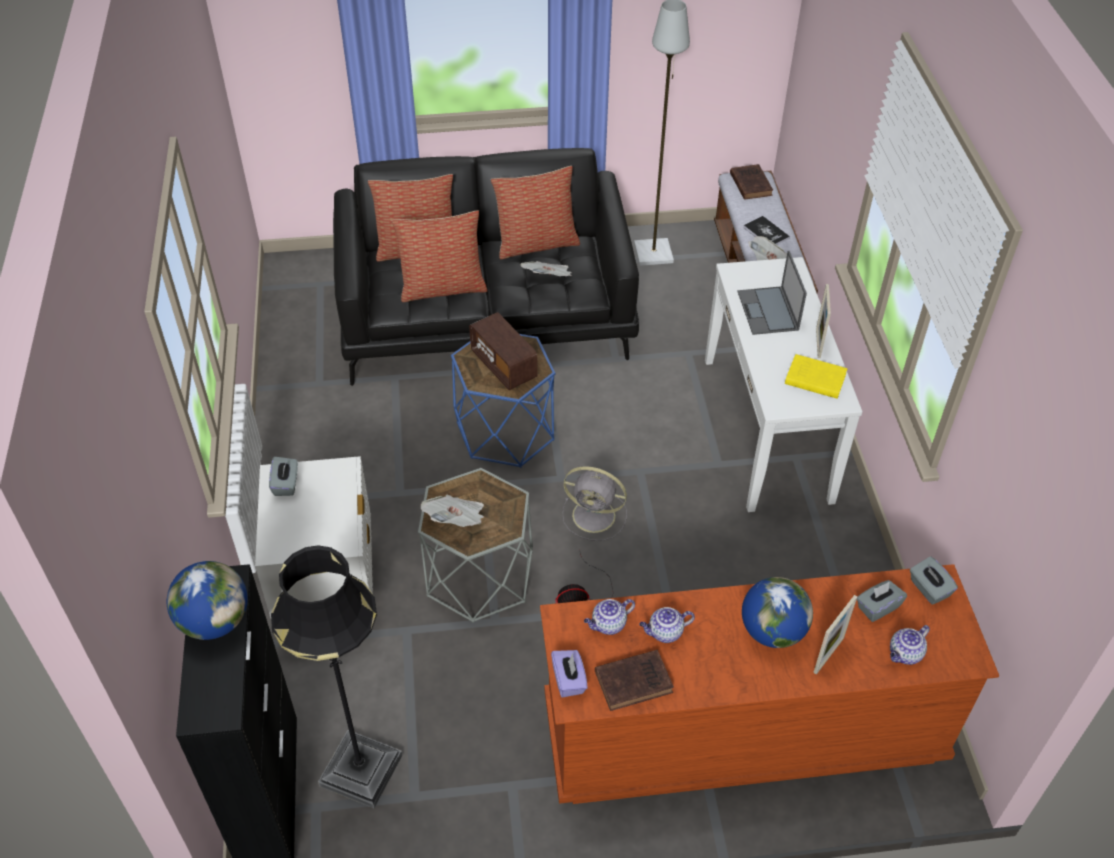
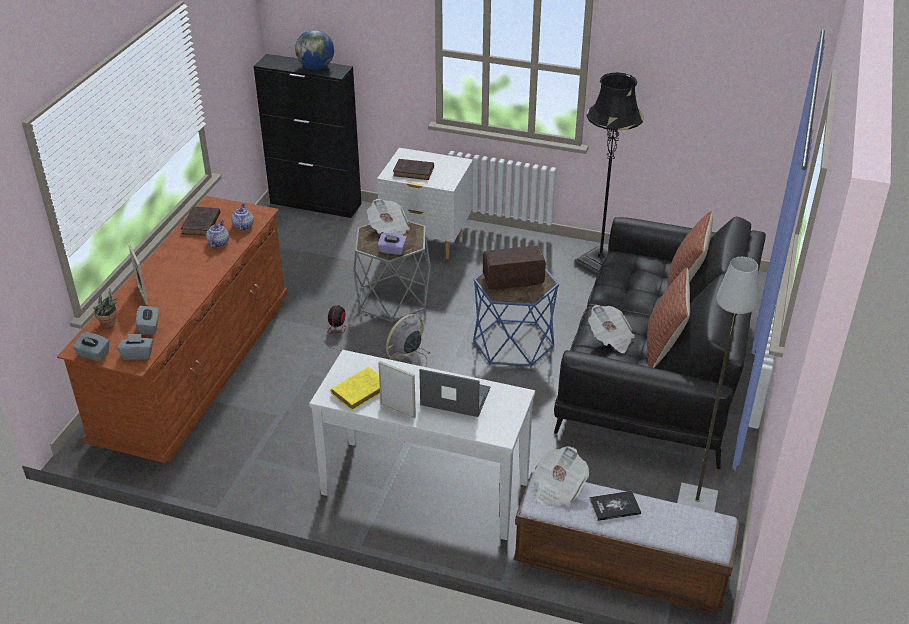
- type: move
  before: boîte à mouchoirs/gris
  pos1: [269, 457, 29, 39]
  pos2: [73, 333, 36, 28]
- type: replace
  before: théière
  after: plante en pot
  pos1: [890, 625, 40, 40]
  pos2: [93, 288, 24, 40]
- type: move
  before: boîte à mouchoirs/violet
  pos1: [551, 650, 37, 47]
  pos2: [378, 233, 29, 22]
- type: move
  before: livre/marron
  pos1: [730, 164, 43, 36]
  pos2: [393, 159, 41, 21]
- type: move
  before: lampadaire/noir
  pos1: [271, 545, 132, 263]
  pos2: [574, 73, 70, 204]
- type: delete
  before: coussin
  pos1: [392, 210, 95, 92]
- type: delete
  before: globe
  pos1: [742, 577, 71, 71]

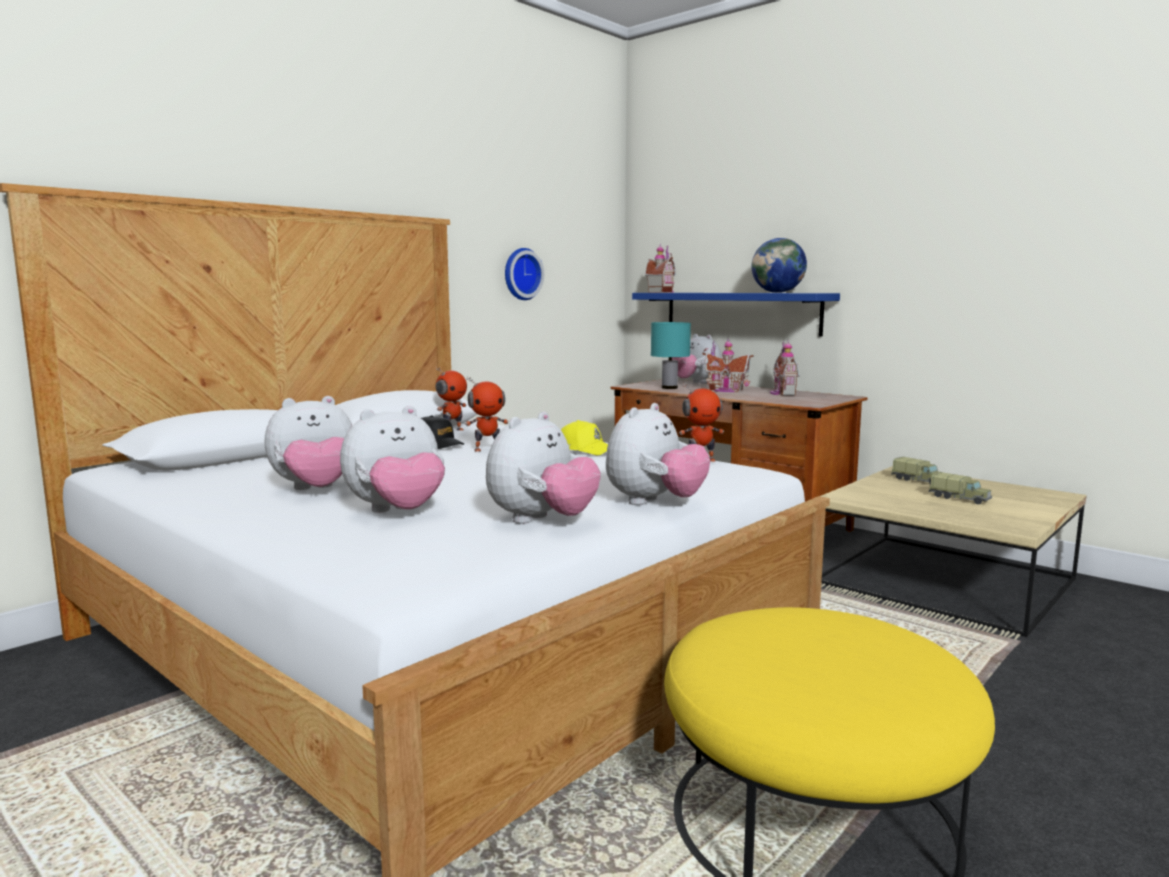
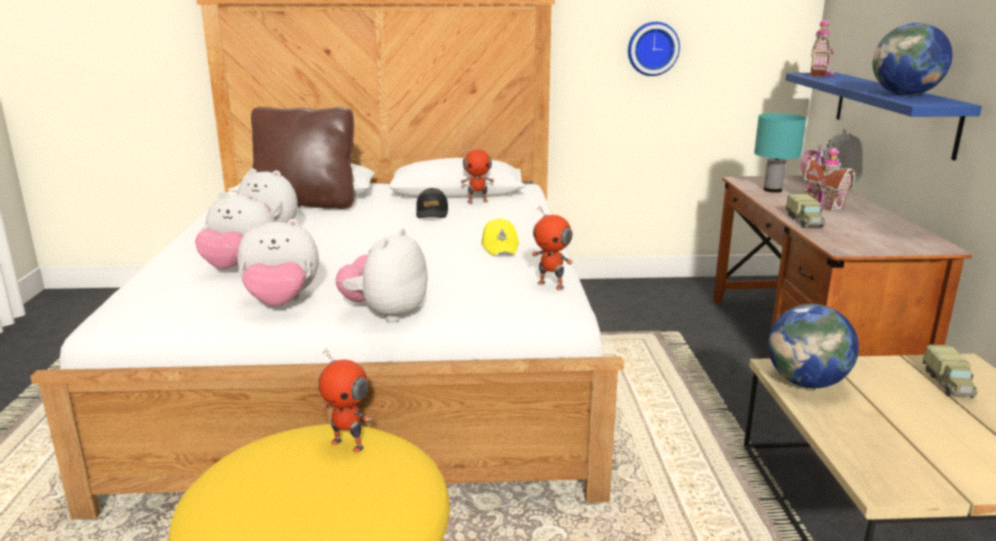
- type: insert
  after: coussin/marron
  pos2: [251, 107, 103, 102]
- type: move
  before: robot jouet
  pos1: [465, 376, 44, 76]
  pos2: [318, 348, 53, 105]
- type: rotate
  before: peluche
  pos1: [606, 403, 104, 102]
  pos2: [336, 228, 92, 94]
  turn: 120
- type: insert
  after: globe
  pos2: [768, 304, 91, 84]
- type: move
  before: camion jouet
  pos1: [929, 472, 63, 33]
  pos2: [786, 193, 39, 34]
- type: delete
  before: maison miniature
  pos1: [770, 341, 30, 54]

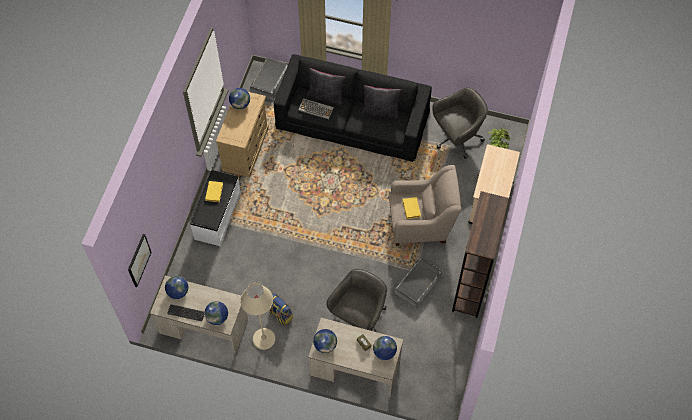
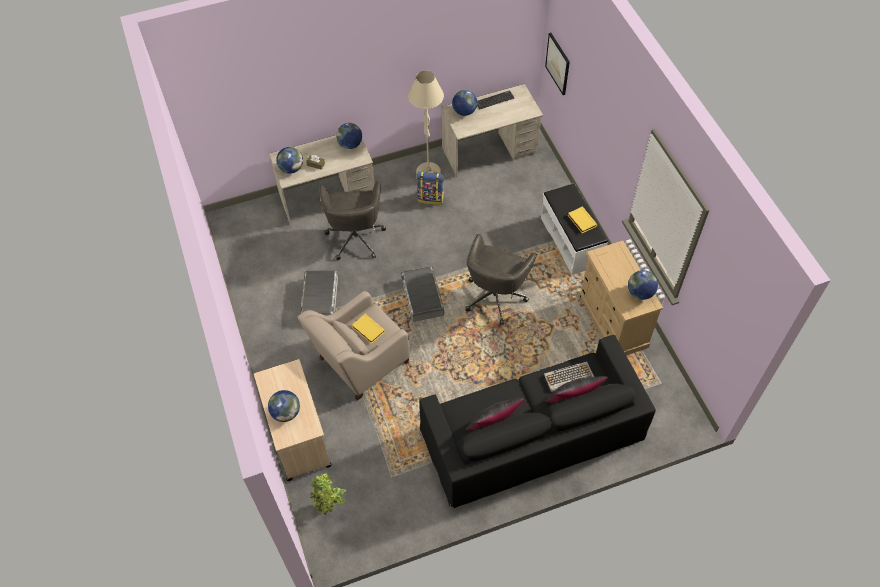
- type: move
  before: globe
  pos1: [165, 276, 23, 23]
  pos2: [268, 390, 32, 32]
- type: move
  before: boîte de rangement/gris
  pos1: [250, 58, 38, 42]
  pos2: [401, 266, 43, 56]
- type: move
  before: chaise de bureau/gris
  pos1: [432, 87, 56, 72]
  pos2: [465, 234, 72, 91]
- type: delete
  before: bibliothèque/marron
  pos1: [452, 191, 57, 127]

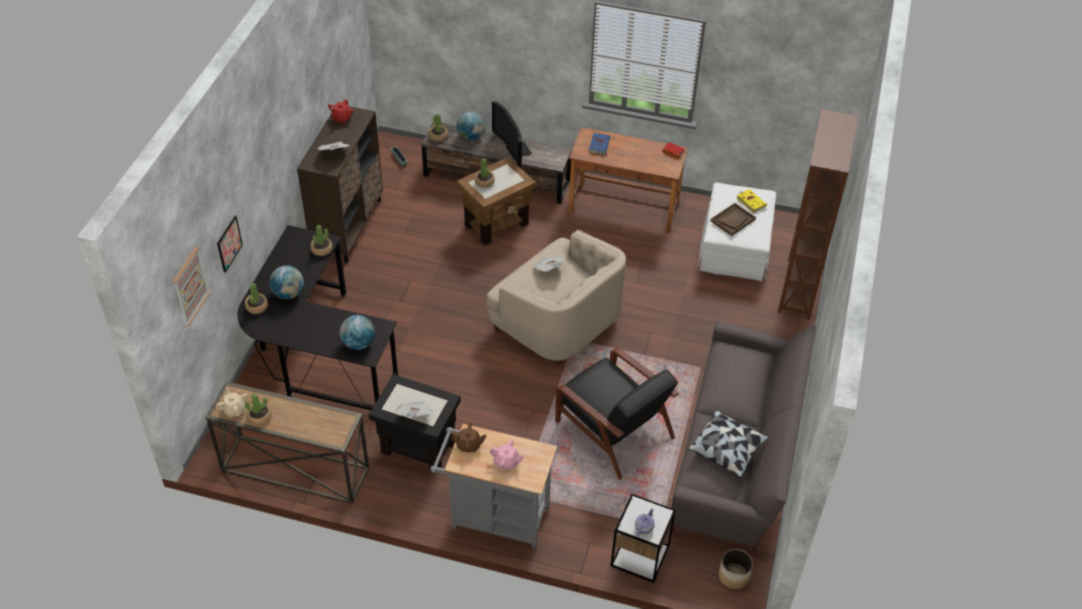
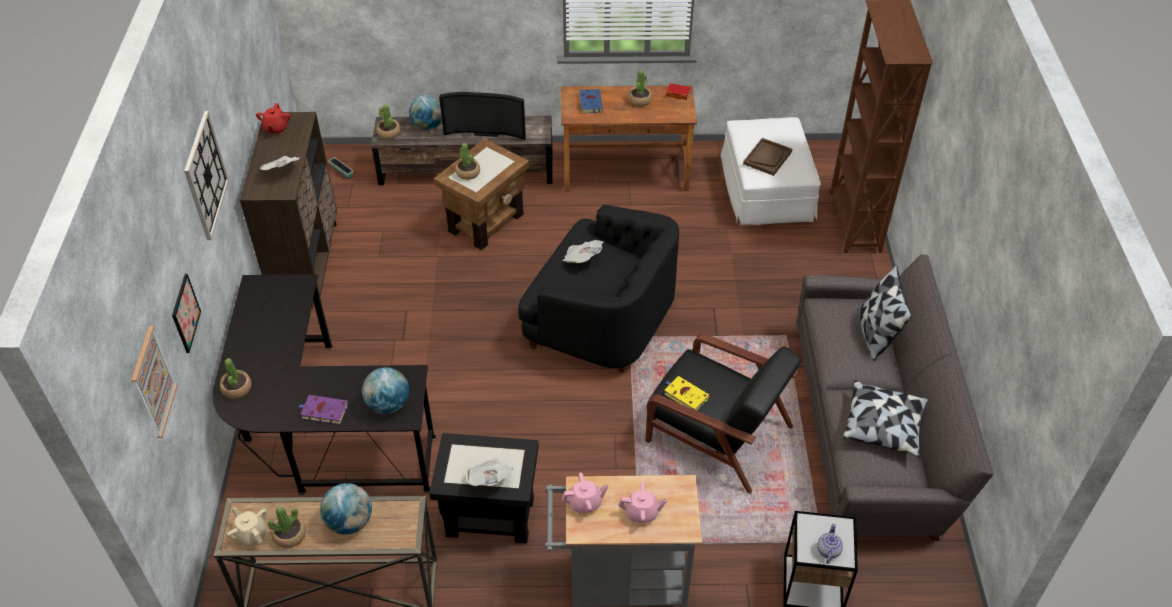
- type: insert
  after: horloge murale
  pos2: [184, 111, 45, 129]
- type: insert
  after: livre/violet
  pos2: [299, 395, 49, 29]
- type: move
  before: globe
  pos1: [269, 266, 35, 33]
  pos2: [320, 483, 52, 52]
- type: rotate
  before: téléviseur
  pos1: [492, 101, 40, 68]
  pos2: [439, 92, 87, 48]
  turn: -45
- type: recolor
  before: fauteuil/beige
  after: fauteuil/noir
  pos1: [487, 230, 139, 136]
  pos2: [518, 204, 161, 169]
- type: recolor
  before: théière/marron
  after: théière/rose
  pos1: [451, 422, 35, 30]
  pos2: [562, 472, 47, 42]
- type: move
  before: plante en pot
  pos1: [310, 225, 23, 31]
  pos2: [628, 70, 24, 36]
- type: move
  before: livre/jaune
  pos1: [737, 189, 30, 24]
  pos2: [664, 376, 46, 35]
- type: insert
  after: coussin
  pos2: [859, 265, 53, 96]
- type: delete
  before: cache-pot
  pos1: [719, 549, 34, 40]

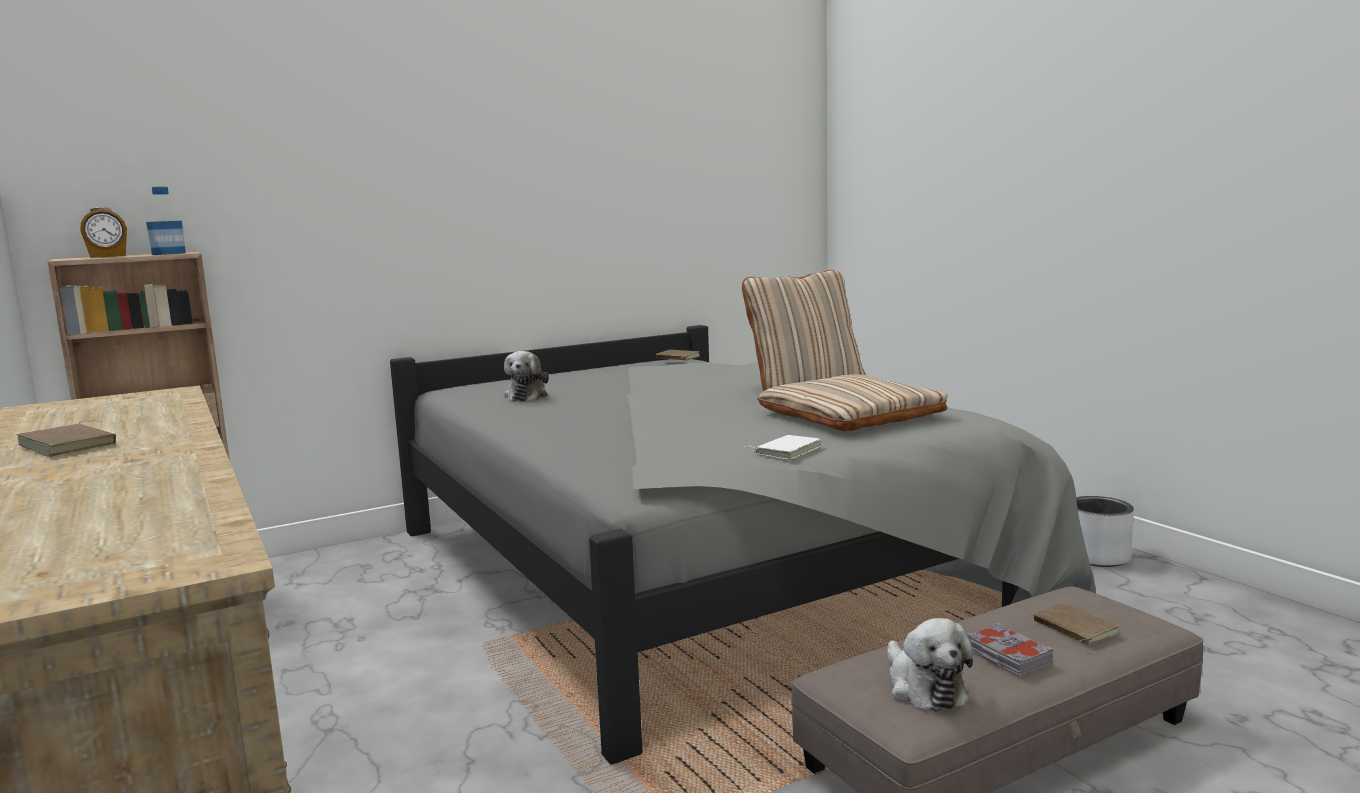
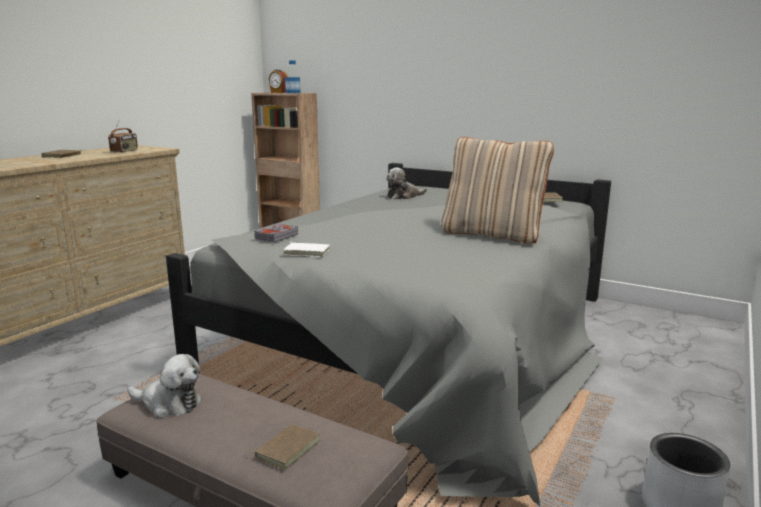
- type: insert
  after: radio
  pos2: [108, 118, 30, 35]
- type: rotate
  before: peluche
  pos1: [887, 618, 86, 94]
  pos2: [127, 354, 75, 64]
  turn: -120
- type: move
  before: livre/gris
  pos1: [967, 623, 87, 53]
  pos2: [254, 223, 44, 20]
- type: delete
  before: coussin/beige
  pos1: [757, 374, 190, 57]

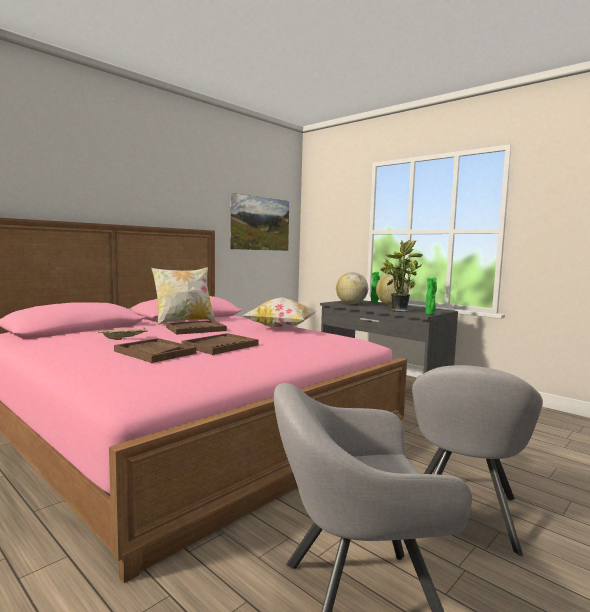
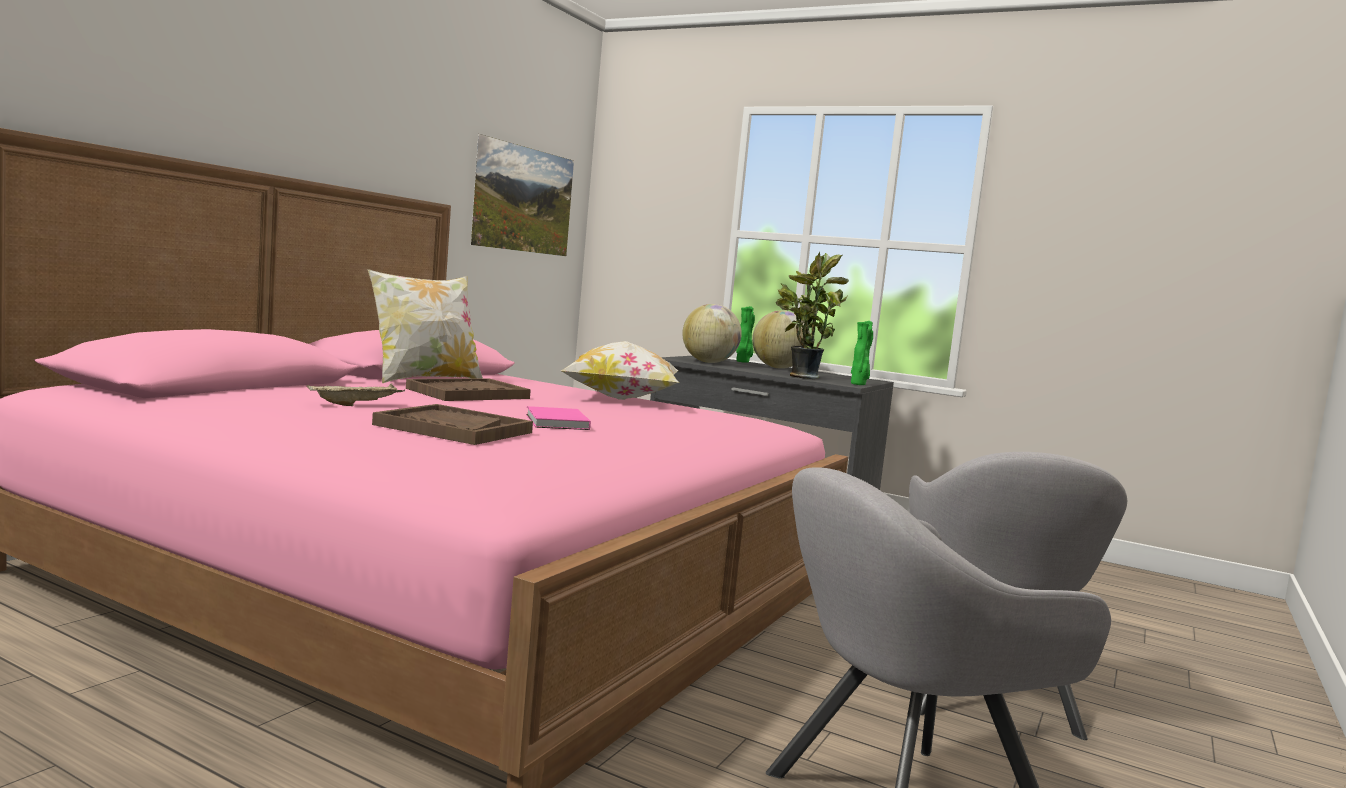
- type: replace
  before: plateau/marron
  after: livre/rose
  pos1: [182, 333, 76, 22]
  pos2: [526, 406, 65, 24]

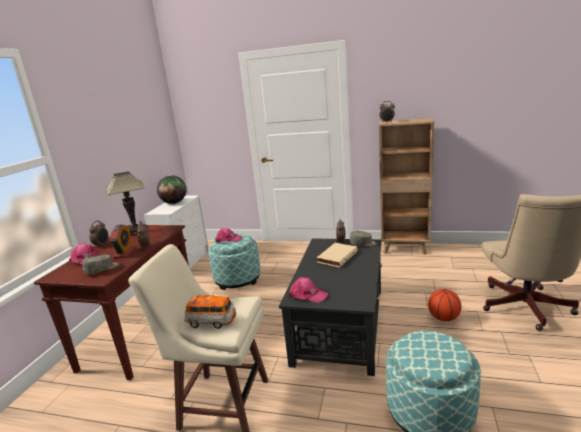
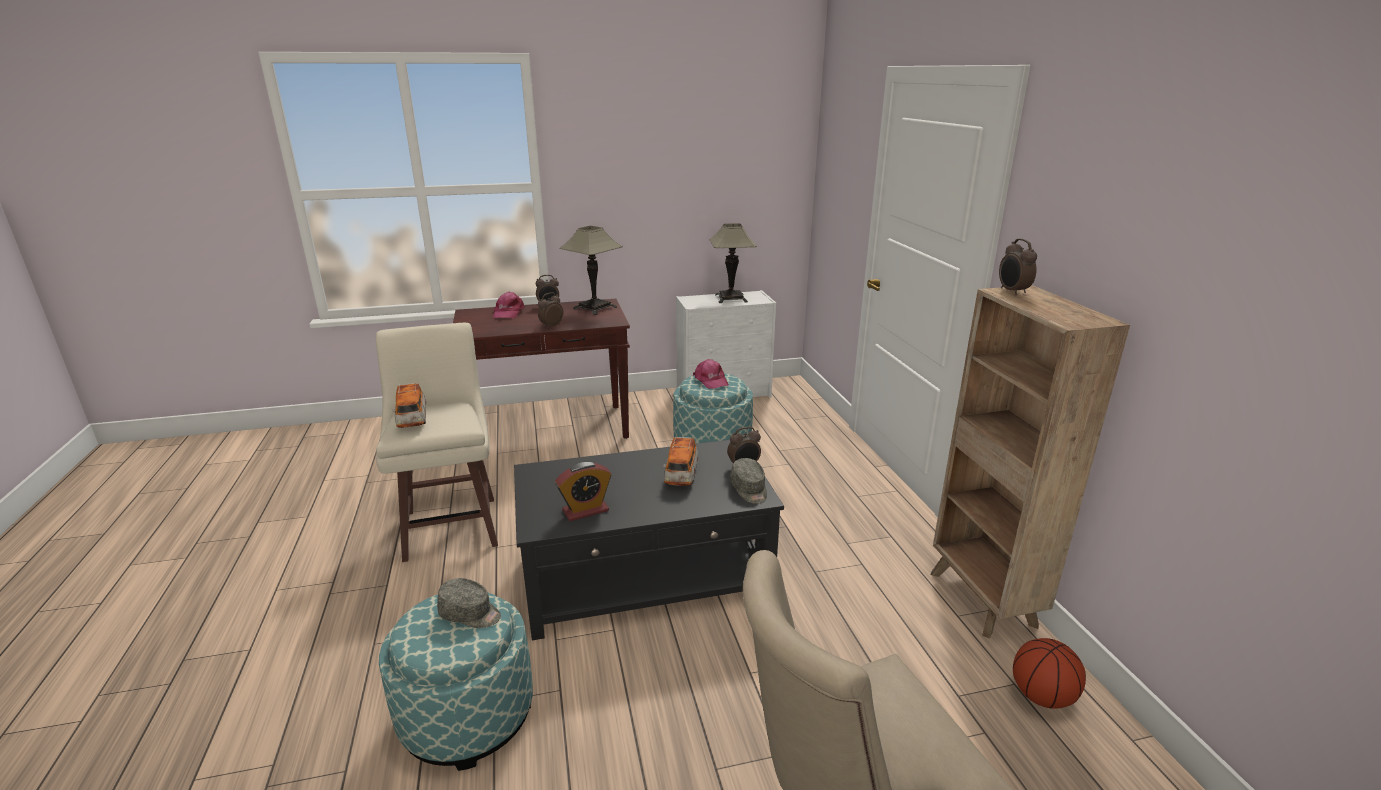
- type: move
  before: casquette/gris
  pos1: [82, 255, 37, 19]
  pos2: [437, 578, 64, 50]
- type: move
  before: réveil
  pos1: [110, 224, 26, 34]
  pos2: [555, 462, 56, 59]
- type: replace
  before: livre/beige
  after: petite voiture
  pos1: [317, 243, 41, 25]
  pos2: [663, 437, 35, 49]
- type: replace
  before: globe
  after: lampe de table
  pos1: [157, 175, 30, 29]
  pos2: [709, 223, 48, 80]
- type: move
  before: ballon de basket
  pos1: [428, 289, 33, 32]
  pos2: [1013, 638, 73, 71]
- type: delete
  before: casquette/rose
  pos1: [289, 277, 40, 26]

